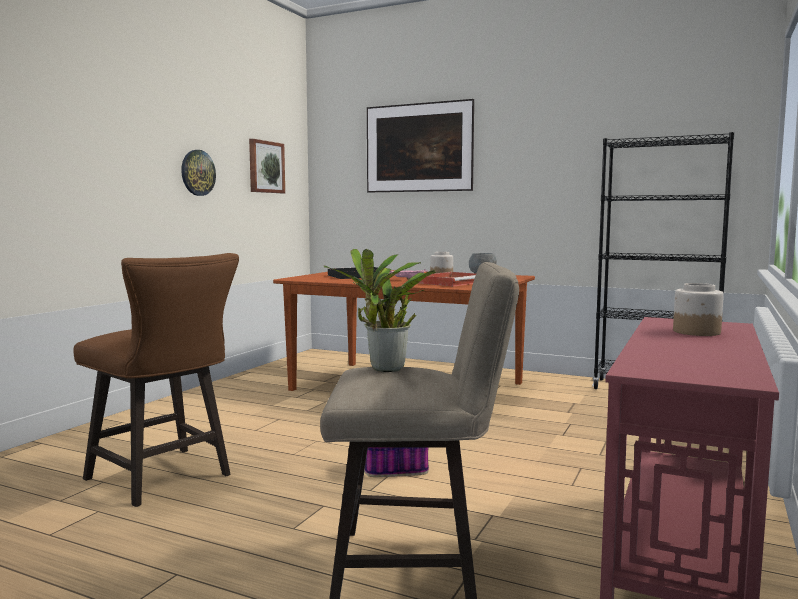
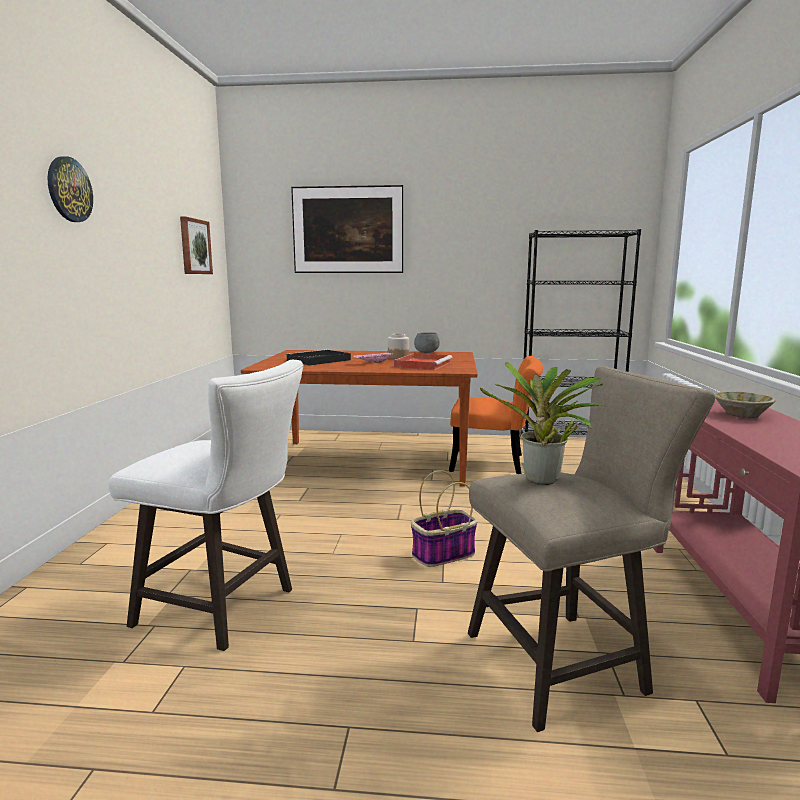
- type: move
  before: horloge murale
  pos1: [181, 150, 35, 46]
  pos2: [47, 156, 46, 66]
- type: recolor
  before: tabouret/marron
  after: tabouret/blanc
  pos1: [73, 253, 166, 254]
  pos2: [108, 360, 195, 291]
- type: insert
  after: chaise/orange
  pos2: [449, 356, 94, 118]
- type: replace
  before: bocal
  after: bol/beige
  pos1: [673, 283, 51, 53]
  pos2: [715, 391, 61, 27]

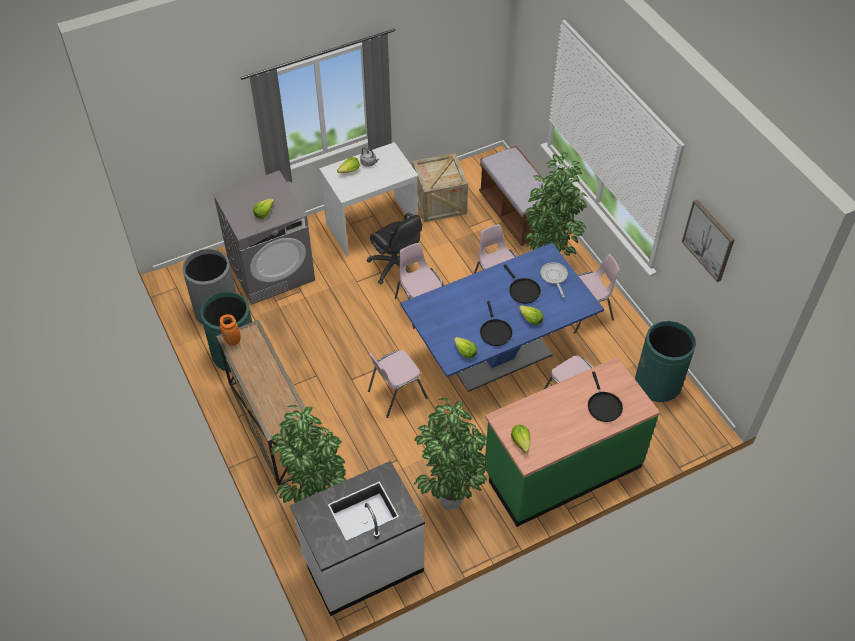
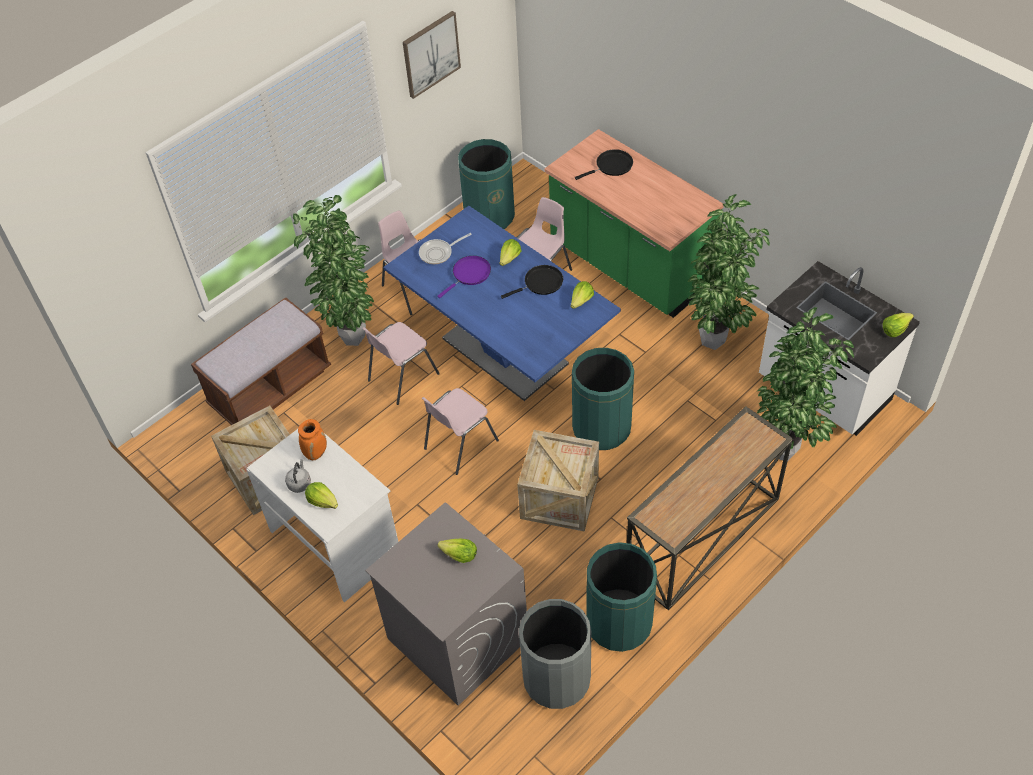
- type: move
  before: vase/orange
  pos1: [220, 314, 21, 32]
  pos2: [298, 419, 29, 41]
- type: recolor
  before: poêle/noir
  after: poêle/violet
  pos1: [503, 264, 38, 40]
  pos2: [437, 256, 54, 42]
- type: insert
  after: caisse
  pos2: [517, 430, 82, 102]
- type: replace
  before: chaise/rose
  after: poubelle/vert
  pos1: [368, 350, 60, 68]
  pos2: [572, 348, 62, 102]
- type: move
  before: laitue
  pos1: [511, 425, 20, 28]
  pos2: [882, 313, 32, 24]
- type: delete
  before: chaise de bureau/noir
  pos1: [367, 213, 55, 72]

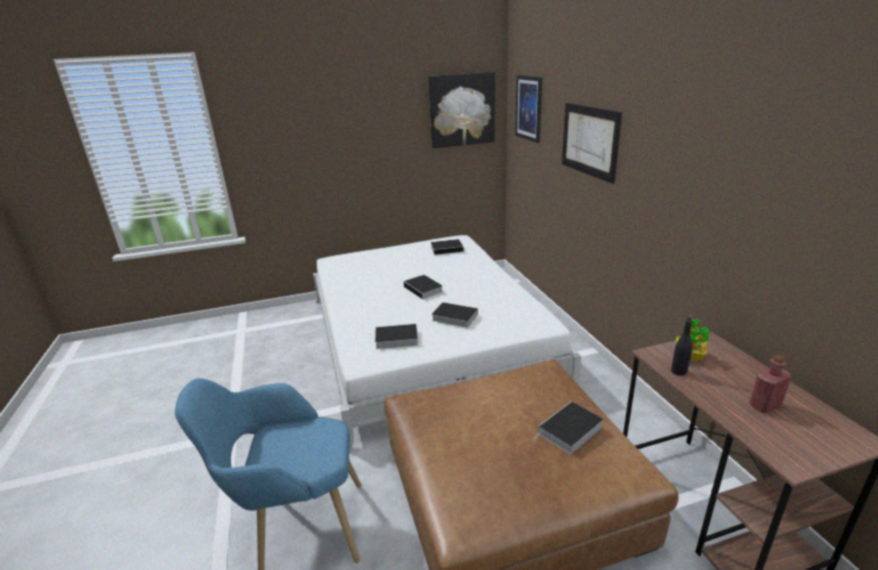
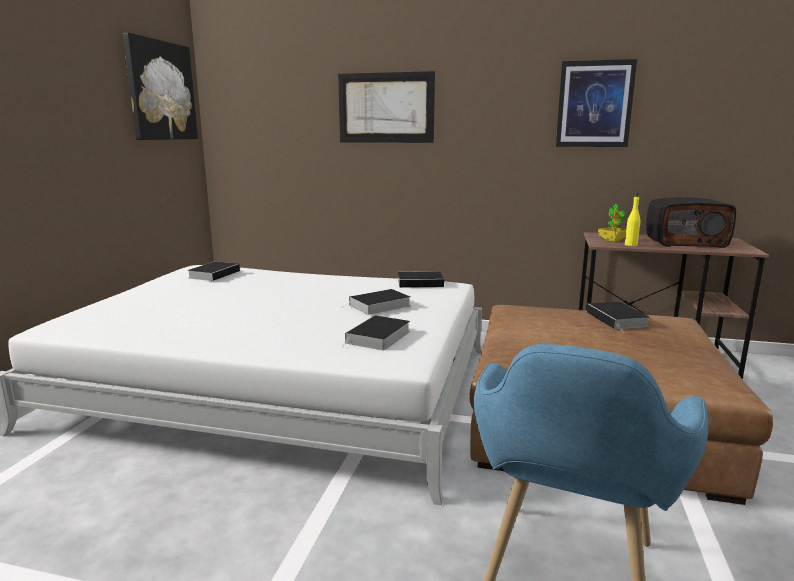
- type: move
  before: livre
  pos1: [403, 275, 40, 24]
  pos2: [398, 271, 54, 17]
- type: move
  before: tableau
  pos1: [515, 75, 27, 68]
  pos2: [556, 59, 81, 88]
- type: recolor
  before: bouteille/noir
  after: bouteille/jaune
  pos1: [671, 315, 21, 61]
  pos2: [625, 192, 15, 54]
- type: replace
  before: bouteille/rouge
  after: radio
  pos1: [749, 355, 42, 58]
  pos2: [646, 197, 90, 51]

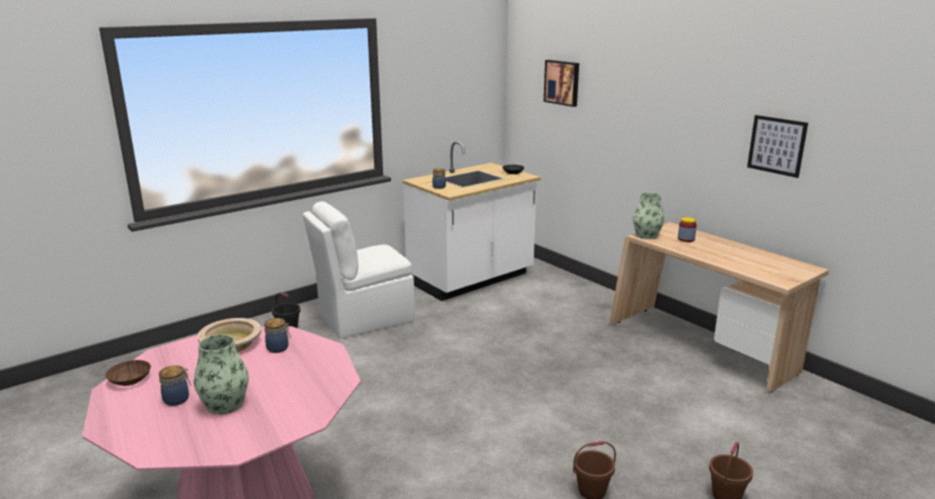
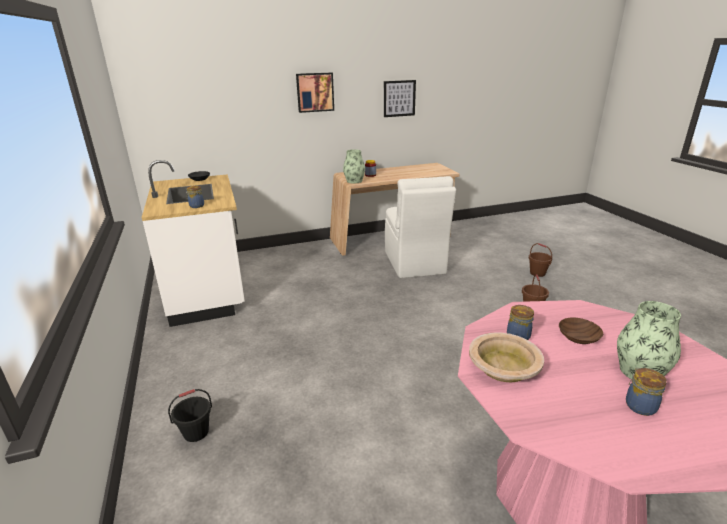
- type: move
  before: tableau
  pos1: [544, 60, 35, 47]
  pos2: [296, 72, 38, 41]
- type: move
  before: chaise/blanc
  pos1: [303, 201, 112, 138]
  pos2: [385, 176, 71, 102]
- type: move
  before: bol/marron
  pos1: [105, 360, 46, 26]
  pos2: [559, 318, 44, 26]

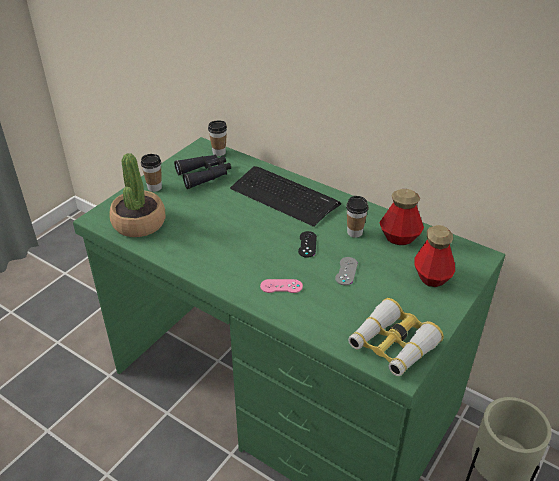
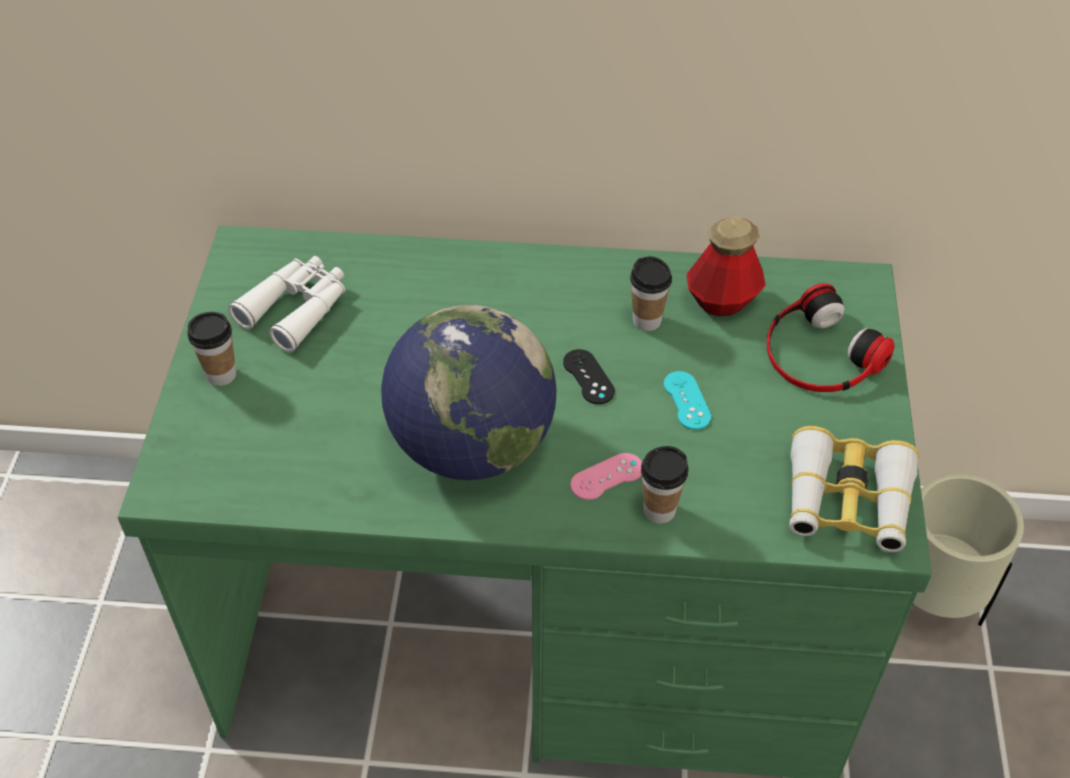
- type: recolor
  before: jumelles/noir
  after: jumelles/blanc
  pos1: [174, 154, 57, 35]
  pos2: [228, 256, 117, 97]
- type: insert
  after: globe
  pos2: [381, 305, 176, 175]
- type: move
  before: tasse
  pos1: [208, 121, 19, 35]
  pos2: [641, 446, 48, 78]
- type: recolor
  before: manette/gris
  after: manette/turquoise
  pos1: [335, 257, 23, 28]
  pos2: [664, 371, 47, 59]
- type: replace
  before: bouteille
  after: casque audio
  pos1: [414, 225, 41, 62]
  pos2: [767, 284, 128, 108]
- type: delete
  before: plante en pot
  pos1: [109, 153, 56, 84]
- type: delete
  before: clavier
  pos1: [230, 166, 111, 61]

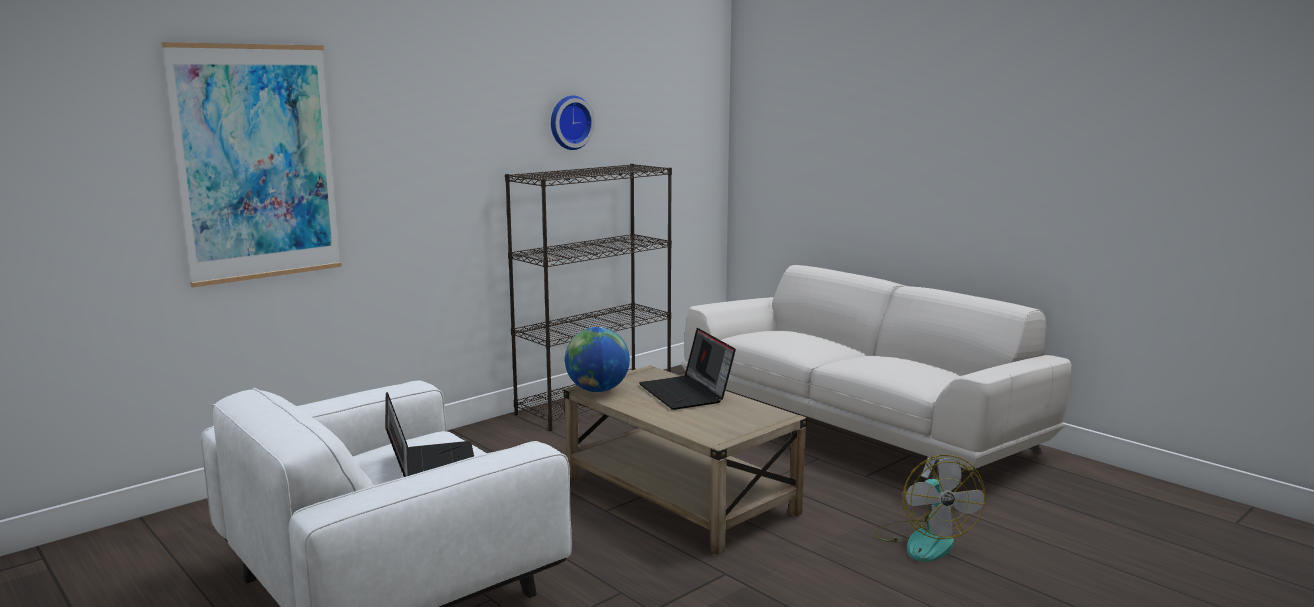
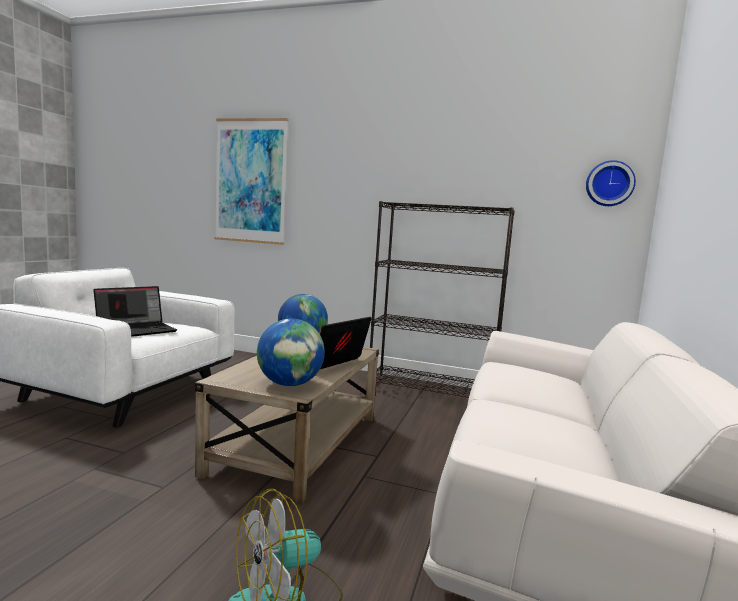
- type: insert
  after: globe
  pos2: [257, 318, 68, 68]
- type: move
  before: horloge murale
  pos1: [551, 96, 44, 54]
  pos2: [586, 160, 50, 46]

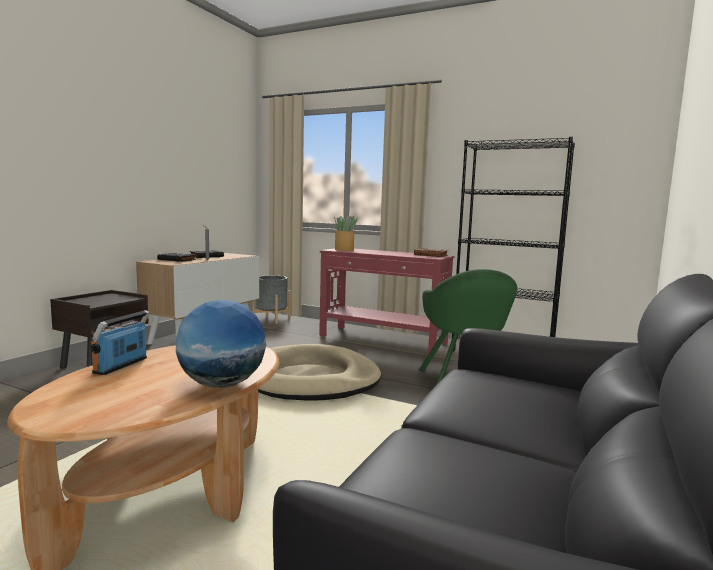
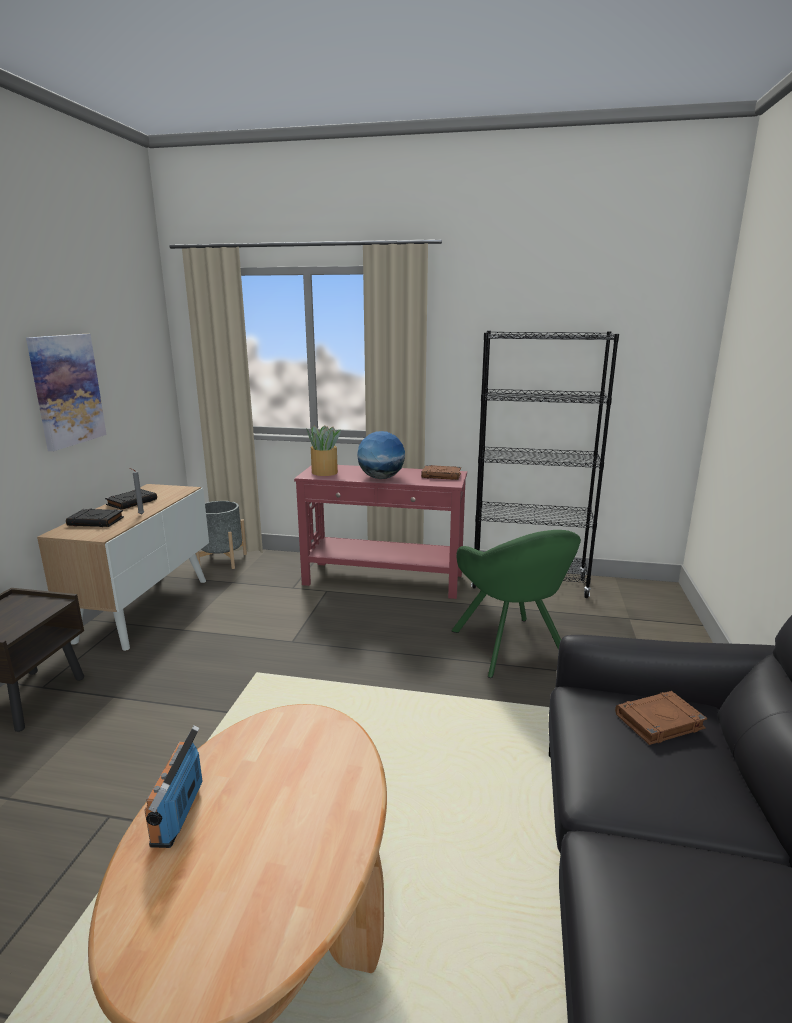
- type: insert
  after: tableau
  pos2: [26, 334, 81, 117]
- type: move
  before: globe
  pos1: [176, 300, 90, 88]
  pos2: [357, 431, 48, 48]
- type: insert
  after: livre/marron
  pos2: [615, 691, 92, 54]
- type: delete
  before: panier pour chien/beige
  pos1: [258, 344, 123, 57]

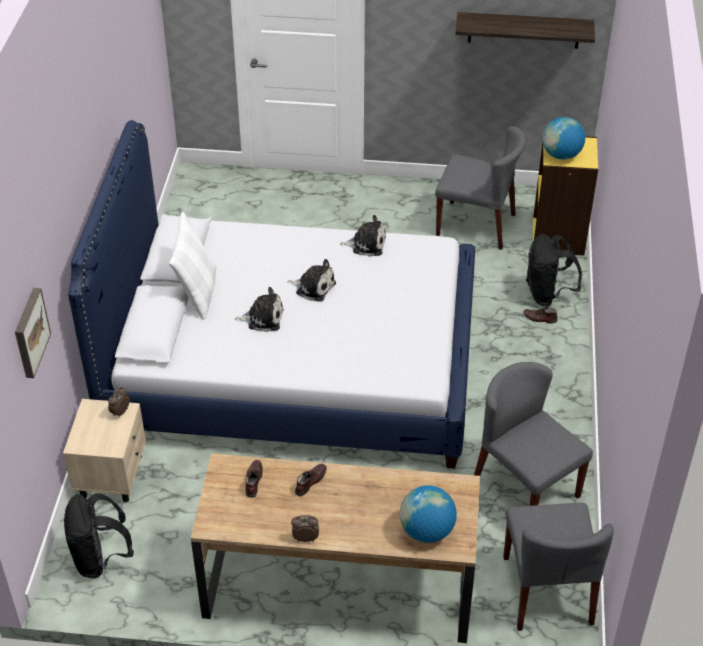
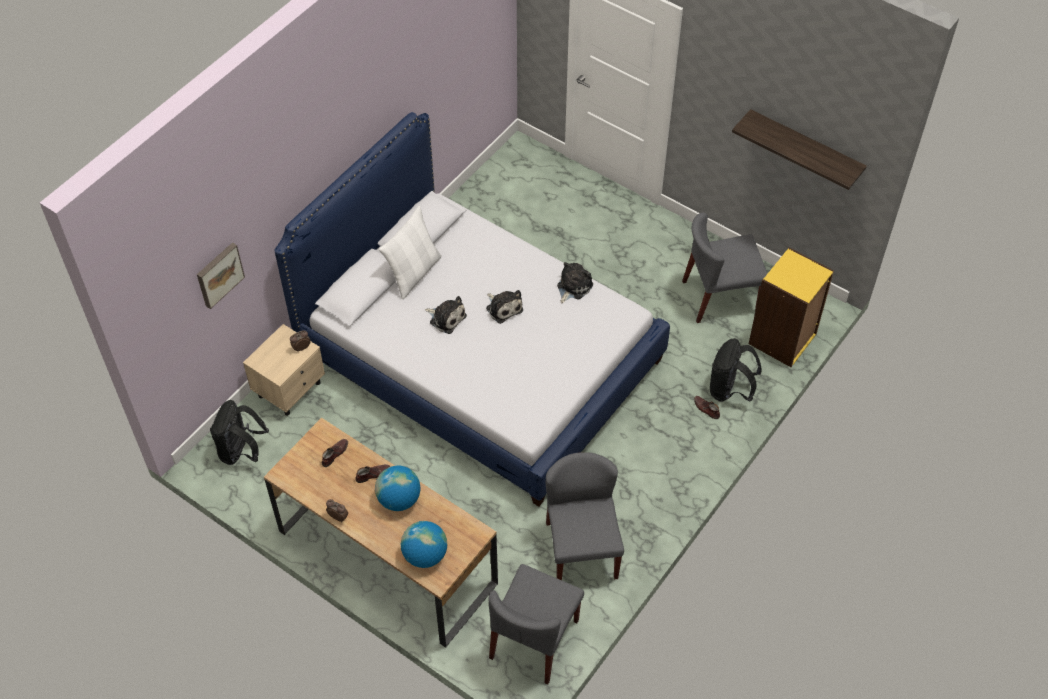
- type: move
  before: globe
  pos1: [542, 117, 43, 43]
  pos2: [375, 465, 46, 46]
- type: rotate
  before: peluche
  pos1: [340, 215, 46, 42]
  pos2: [557, 262, 36, 42]
  turn: -90
- type: rotate
  before: chaise/gris
  pos1: [435, 126, 91, 124]
  pos2: [682, 213, 86, 110]
  turn: 120

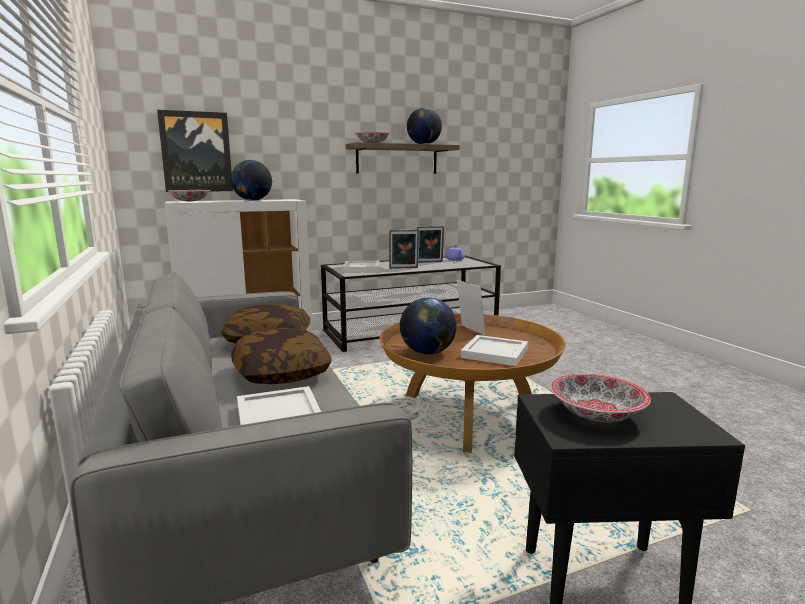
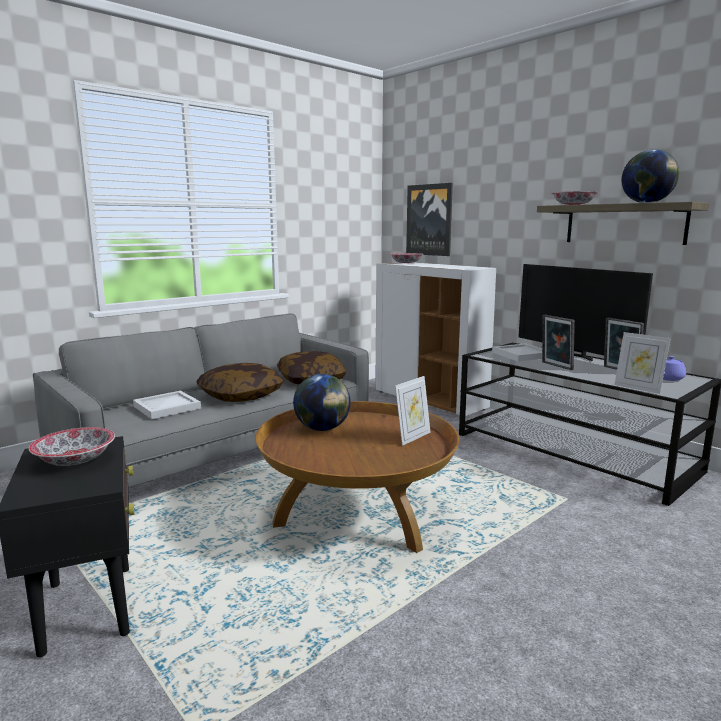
- type: insert
  after: téléviseur
  pos2: [518, 264, 135, 97]
- type: insert
  after: cadre photo
  pos2: [614, 332, 57, 62]
- type: delete
  before: globe
  pos1: [231, 160, 41, 41]
- type: delete
  before: plateau/blanc
  pos1: [461, 335, 67, 31]

